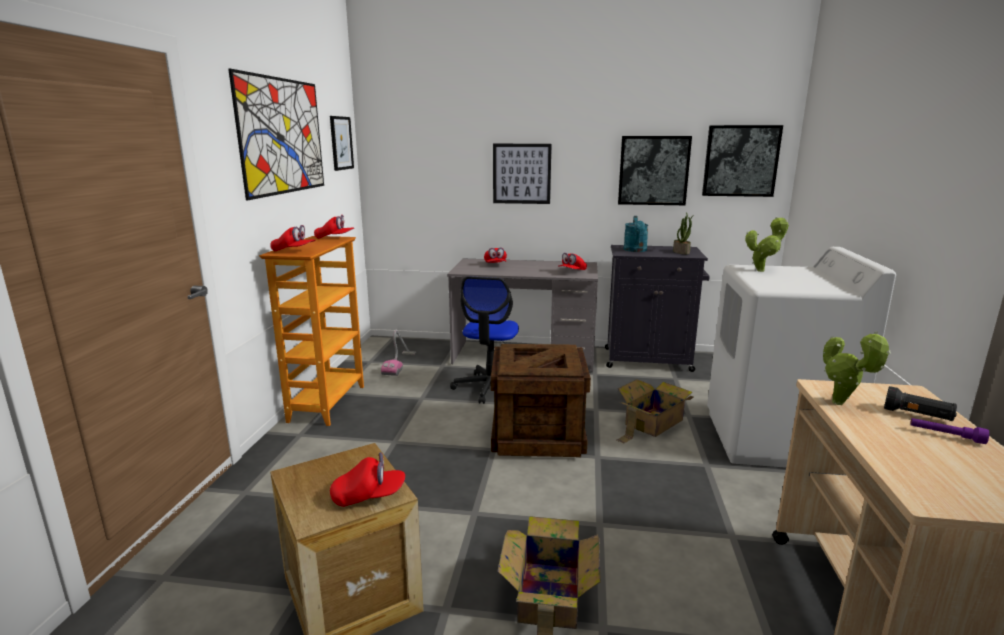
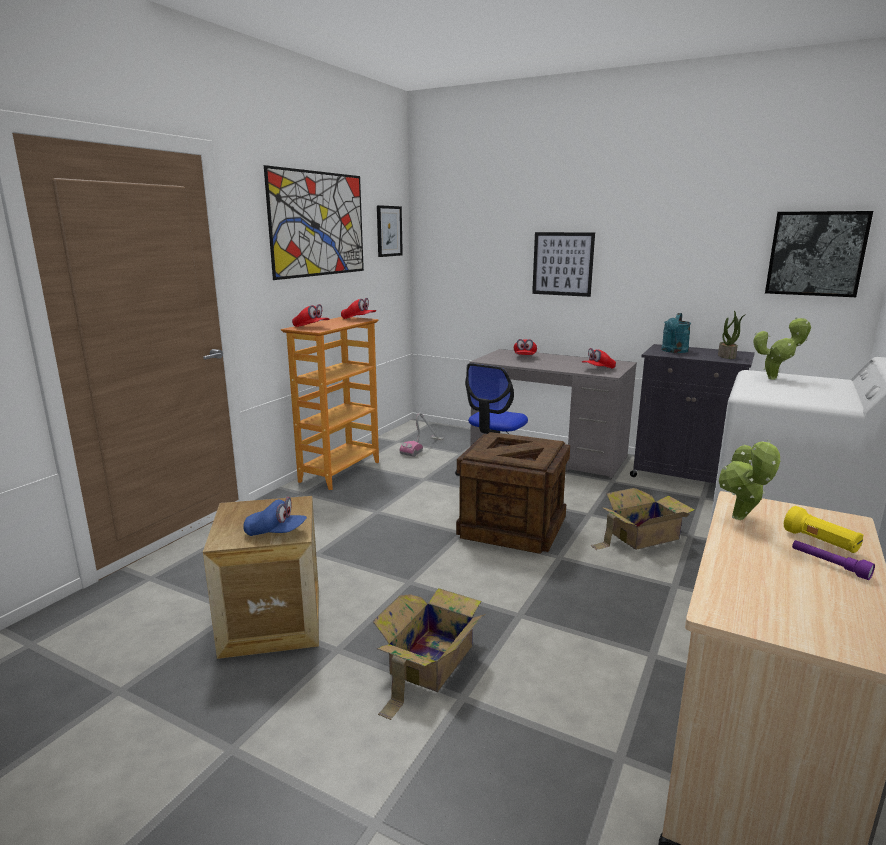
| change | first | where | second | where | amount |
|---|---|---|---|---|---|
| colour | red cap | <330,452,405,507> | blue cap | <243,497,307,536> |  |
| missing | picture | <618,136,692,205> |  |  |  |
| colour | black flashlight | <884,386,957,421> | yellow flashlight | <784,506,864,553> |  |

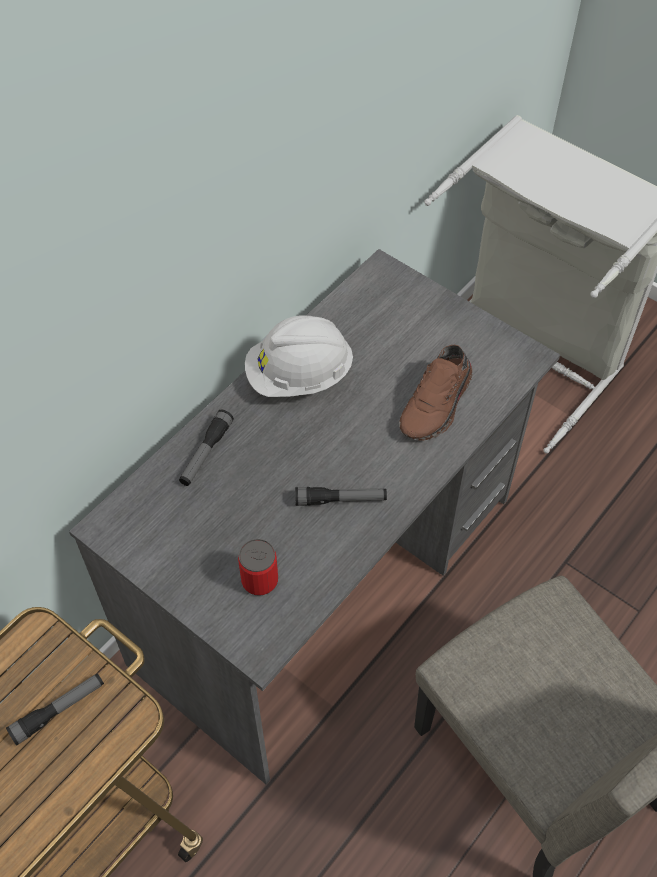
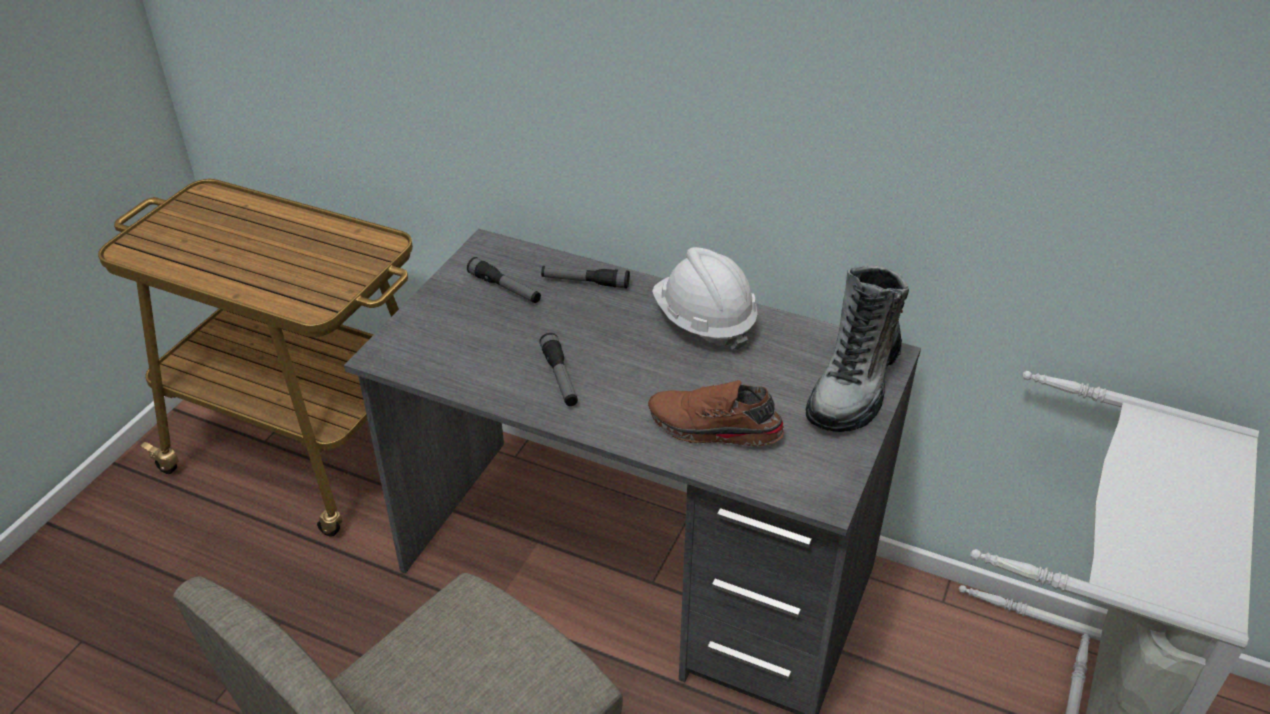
| change | first | where | second | where | amount |
|---|---|---|---|---|---|
| relocated | flashlight | <6,673,104,746> |  | <467,257,541,303> |  |
| missing | can | <238,539,278,596> |  |  |  |
| appeared |  |  | boot | <806,265,909,432> |  |

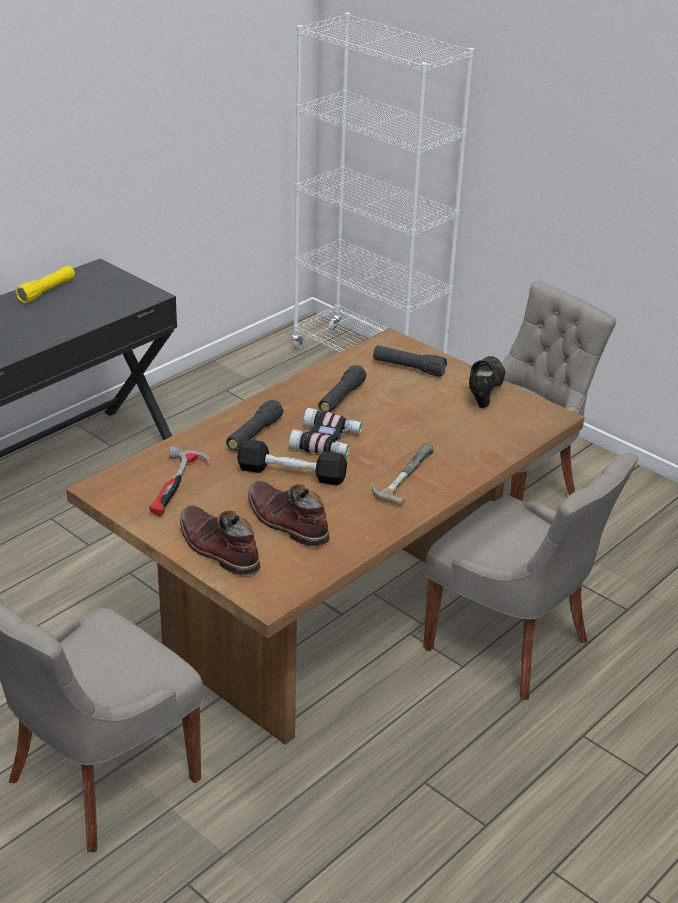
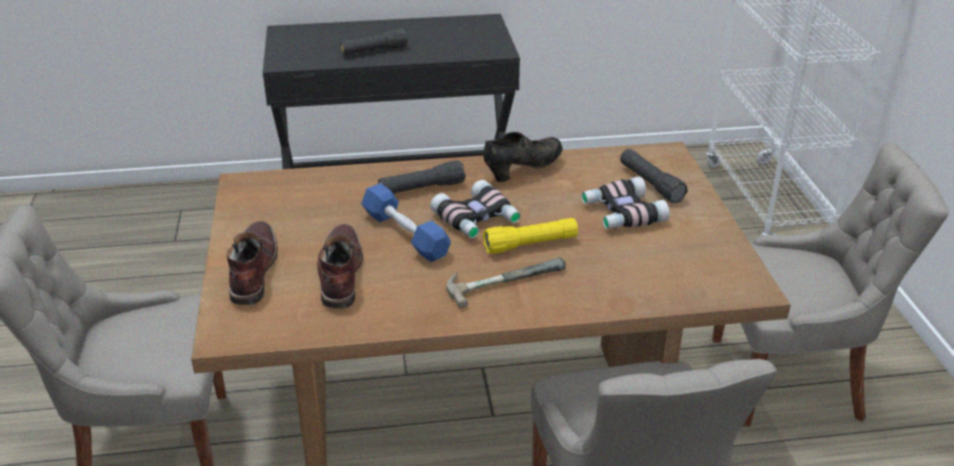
| change | first | where | second | where | amount |
|---|---|---|---|---|---|
| relocated | yellow flashlight | <16,266,75,303> |  | <483,218,578,254> |  |
| missing | hammer | <150,446,211,516> |  |  |  |
| colour | black dumbbell | <237,439,347,485> | blue dumbbell | <361,183,451,262> |  |
| relocated | black flashlight | <318,365,366,413> |  | <340,29,408,55> |  |
| relocated | black shoe | <469,356,505,408> |  | <483,132,563,182> |  |
| appeared |  |  | binoculars | <582,177,670,229> |  |

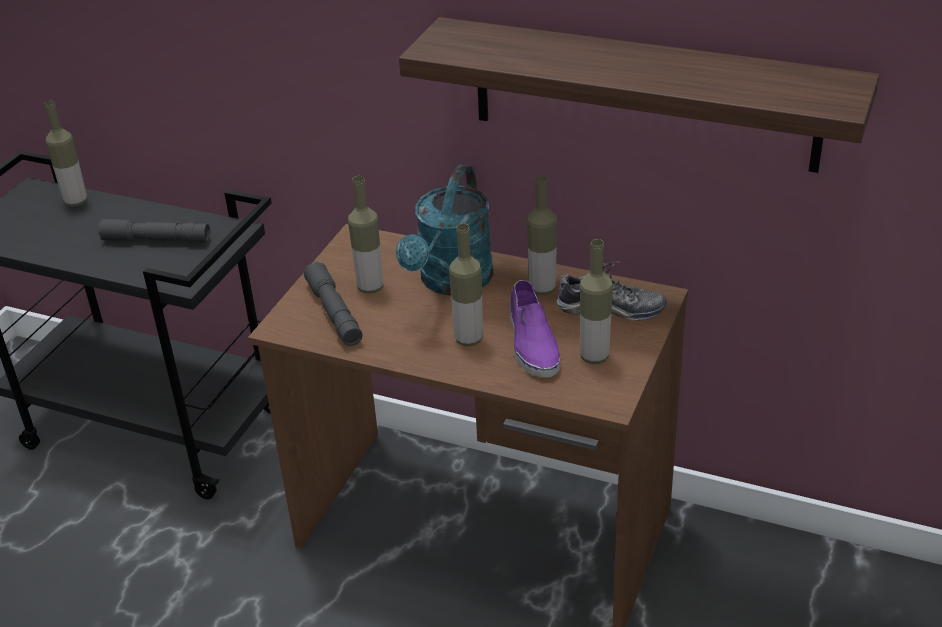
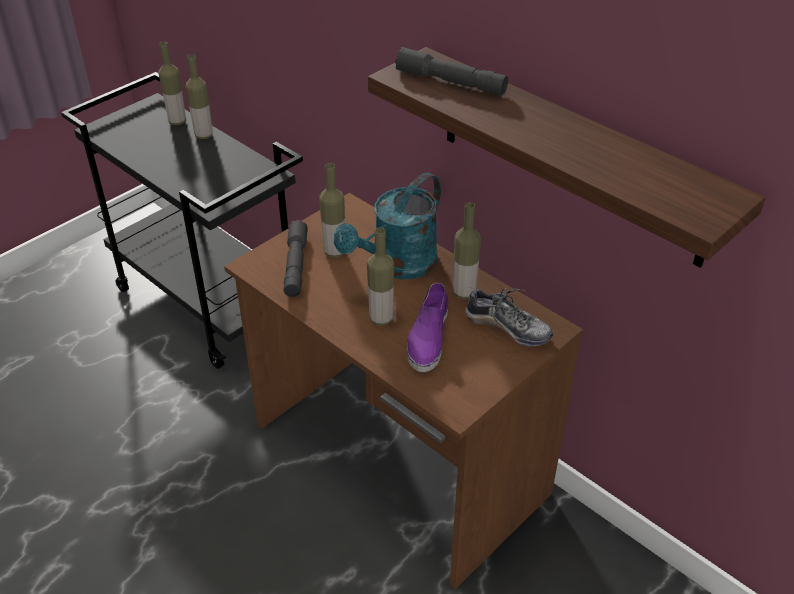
| change | first | where | second | where | amount |
|---|---|---|---|---|---|
| relocated | grey flashlight | <98,219,210,242> |  | <395,47,508,96> |  |
| relocated | bottle | <580,239,613,364> |  | <186,54,213,139> |  |

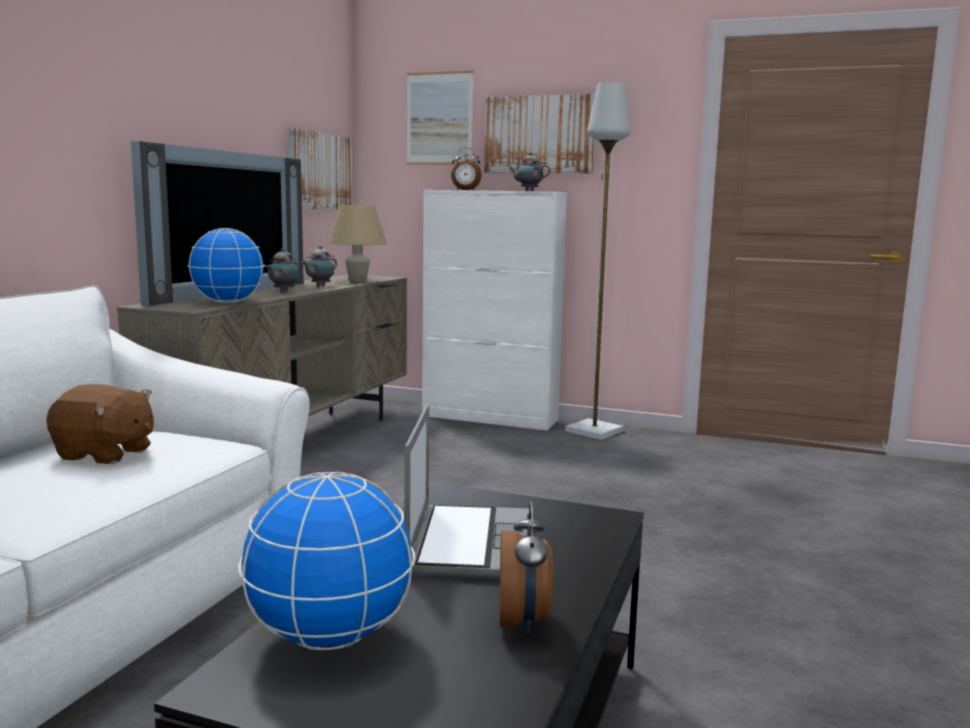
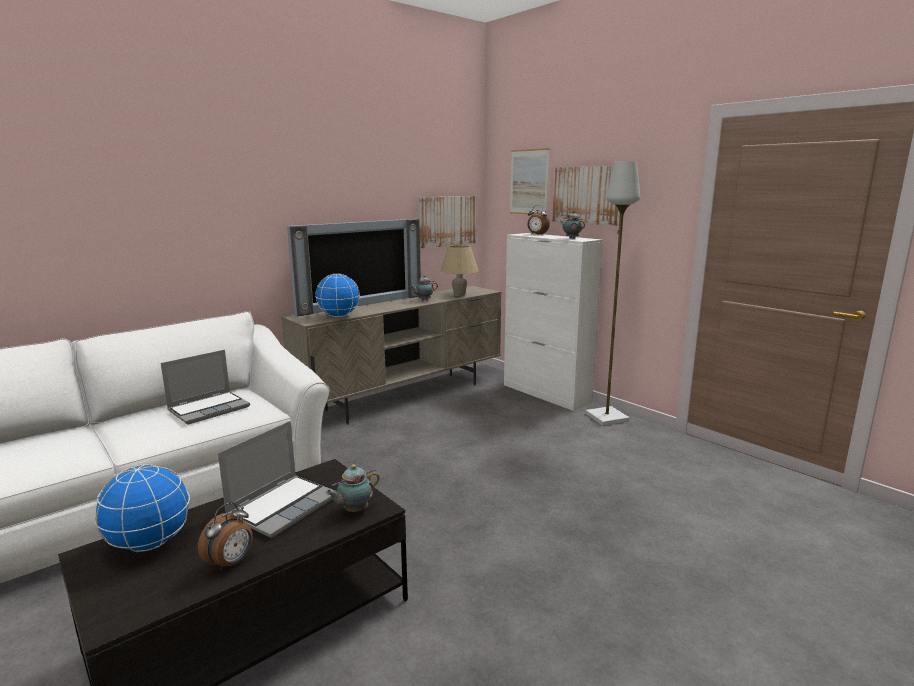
| change | first | where | second | where | amount |
|---|---|---|---|---|---|
| exchanged | brown plush toy | <46,384,154,464> | laptop | <161,350,250,425> |  |
| relocated | teapot | <266,248,299,292> |  | <326,464,380,512> |  |

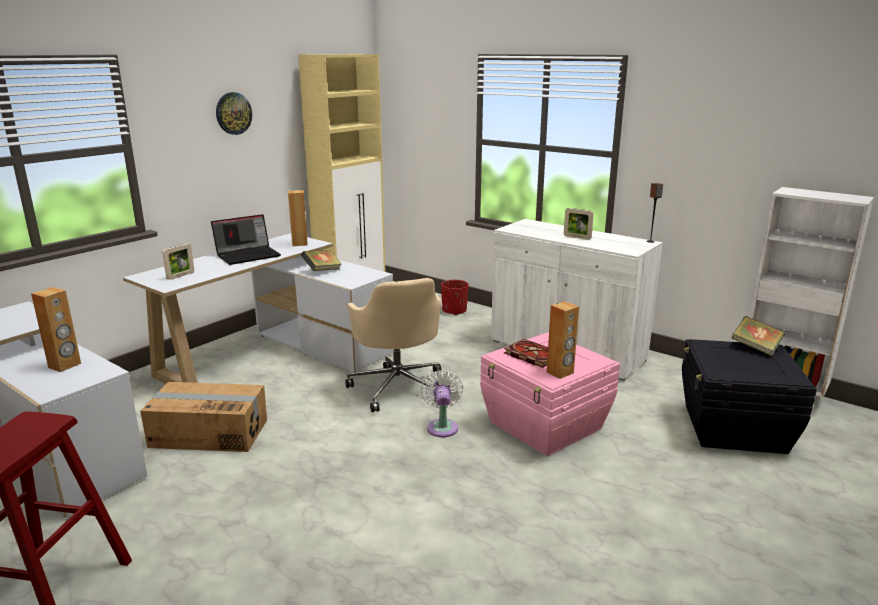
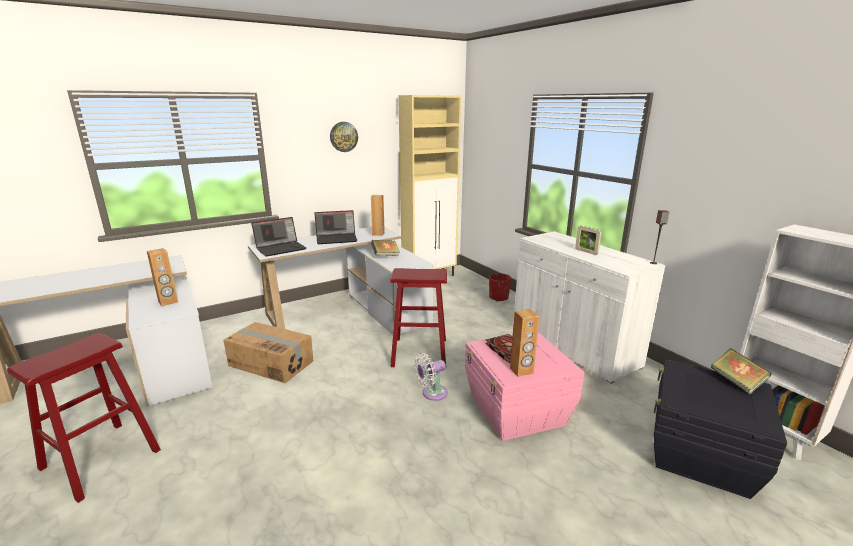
| change | first | where | second | where | amount |
|---|---|---|---|---|---|
| exchanged | picture frame | <162,244,194,280> | laptop | <251,217,306,257> |  |
| exchanged | beige office chair | <345,278,441,412> | red stool | <390,268,447,367> |  |
| spun | white fan | <421,370,463,437> |  | <415,353,448,401> | 135 degrees counterclockwise |

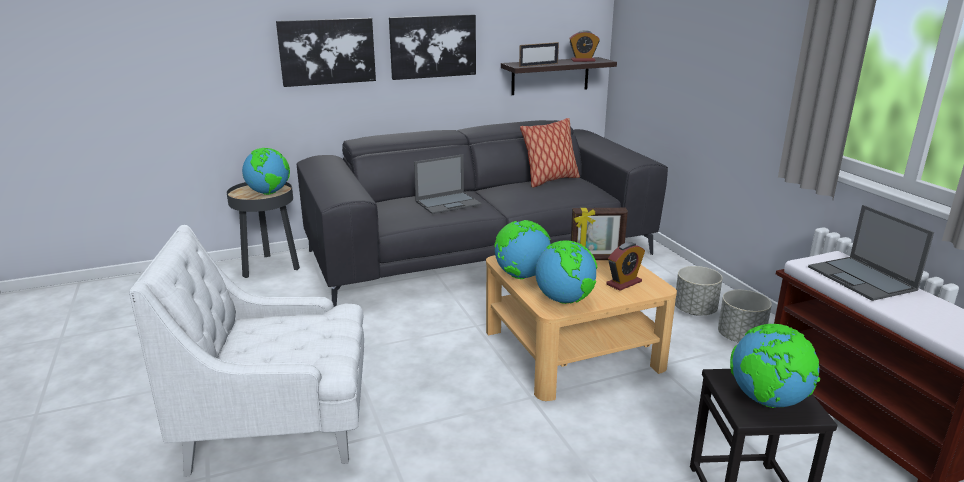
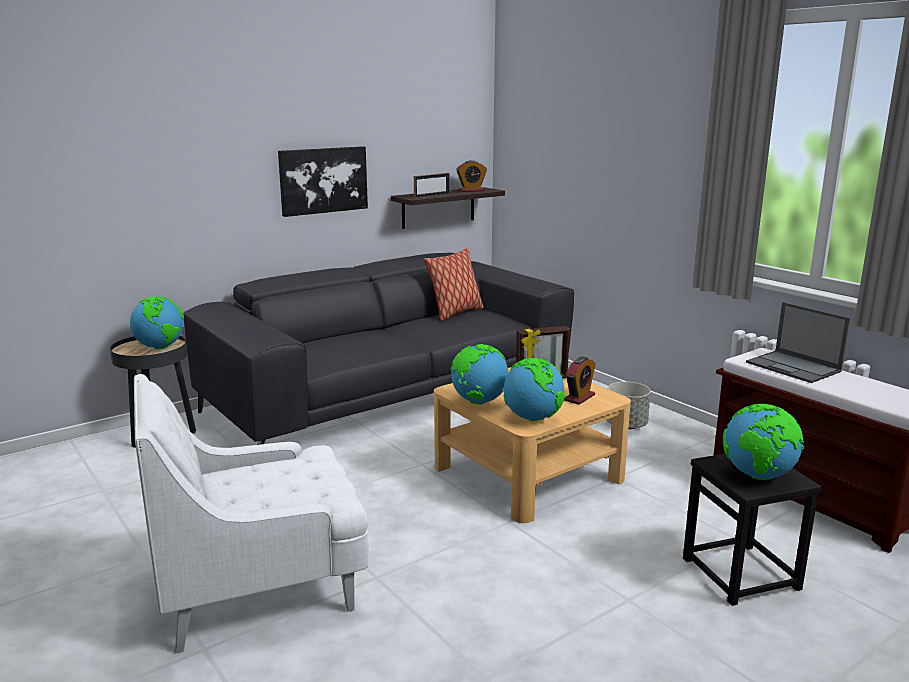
| change | first | where | second | where | amount |
|---|---|---|---|---|---|
| missing | picture | <276,18,376,87> |  |  |  |
| missing | laptop | <414,154,482,214> |  |  |  |
| missing | grey planter | <718,290,772,343> |  |  |  |

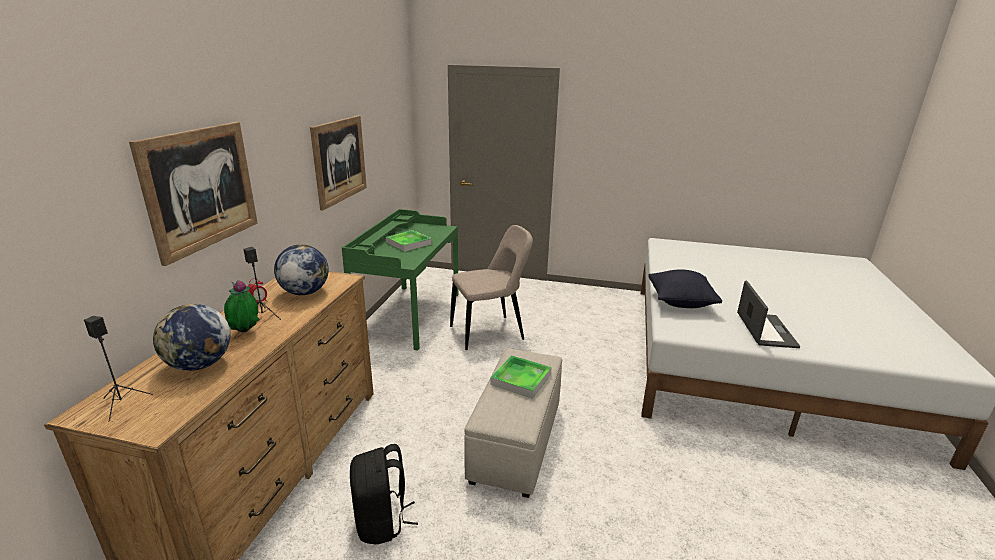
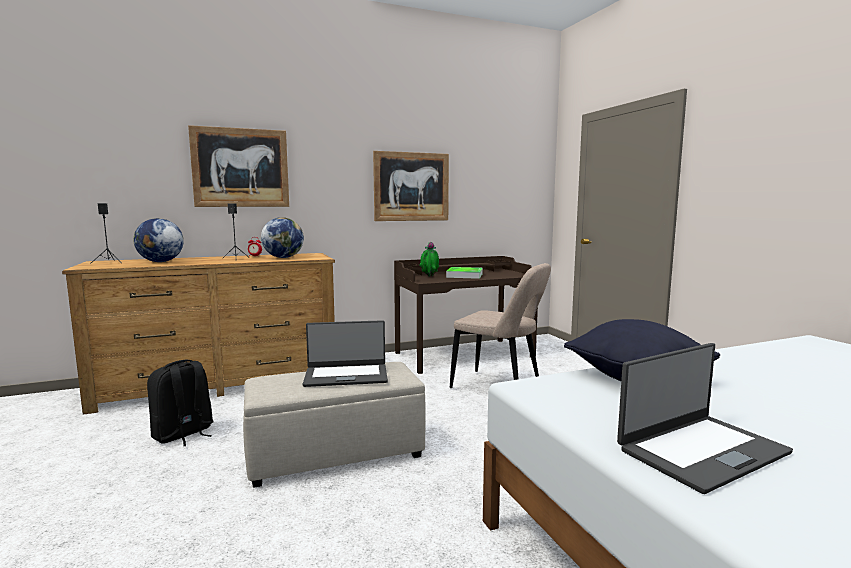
| change | first | where | second | where | amount |
|---|---|---|---|---|---|
| relocated | potted plant | <224,280,260,333> |  | <419,242,439,277> |  |
| colour | green desk | <342,209,459,351> | brown desk | <394,256,538,374> |  |
| exchanged | tray | <490,355,552,399> | laptop | <303,320,388,387> |  |

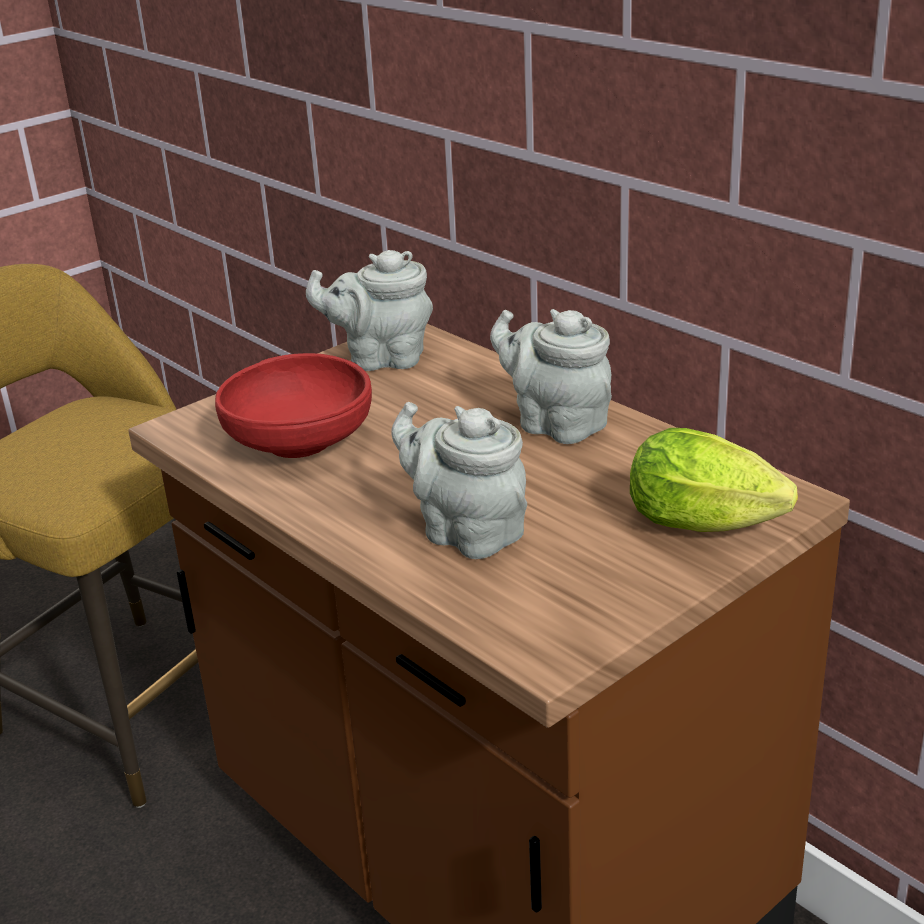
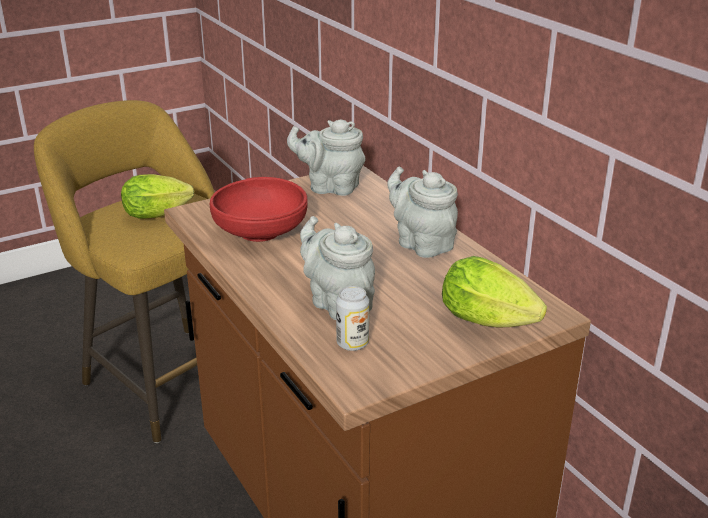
| change | first | where | second | where | amount |
|---|---|---|---|---|---|
| appeared |  |  | lettuce | <121,174,194,219> |  |
| appeared |  |  | can | <336,286,369,351> |  |

